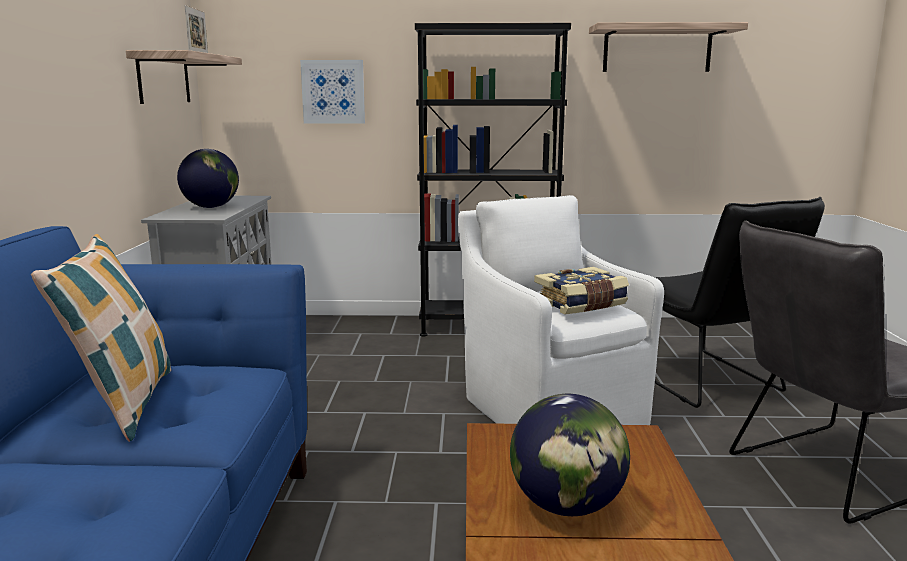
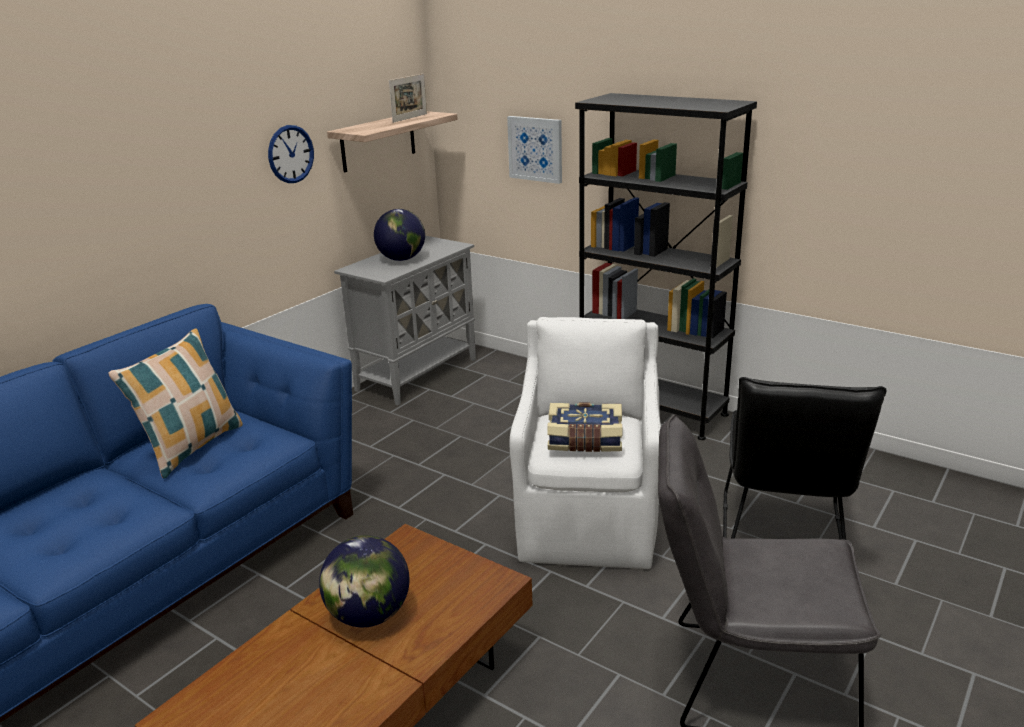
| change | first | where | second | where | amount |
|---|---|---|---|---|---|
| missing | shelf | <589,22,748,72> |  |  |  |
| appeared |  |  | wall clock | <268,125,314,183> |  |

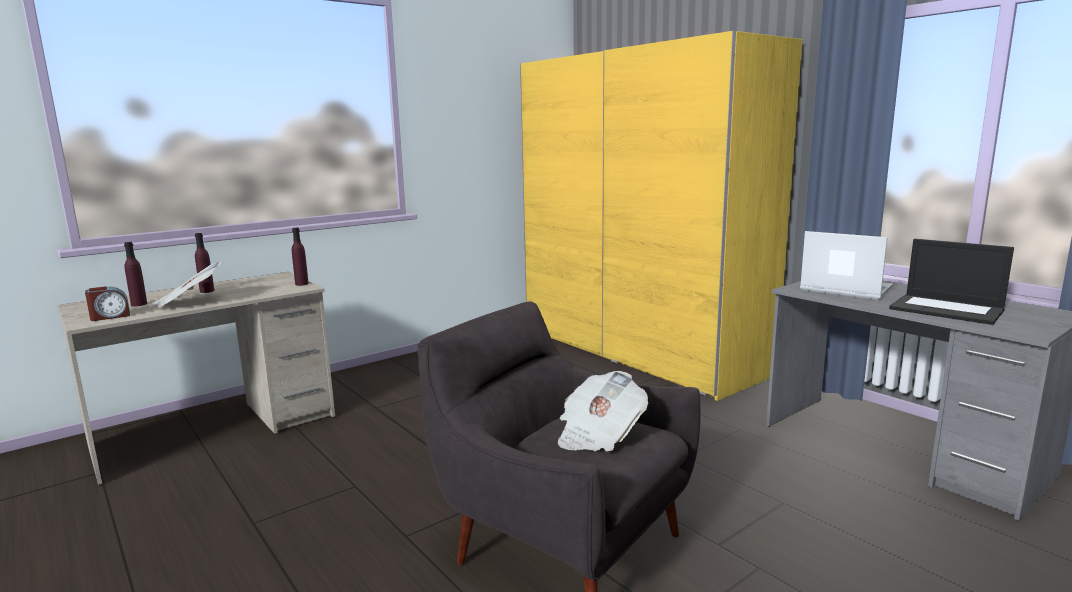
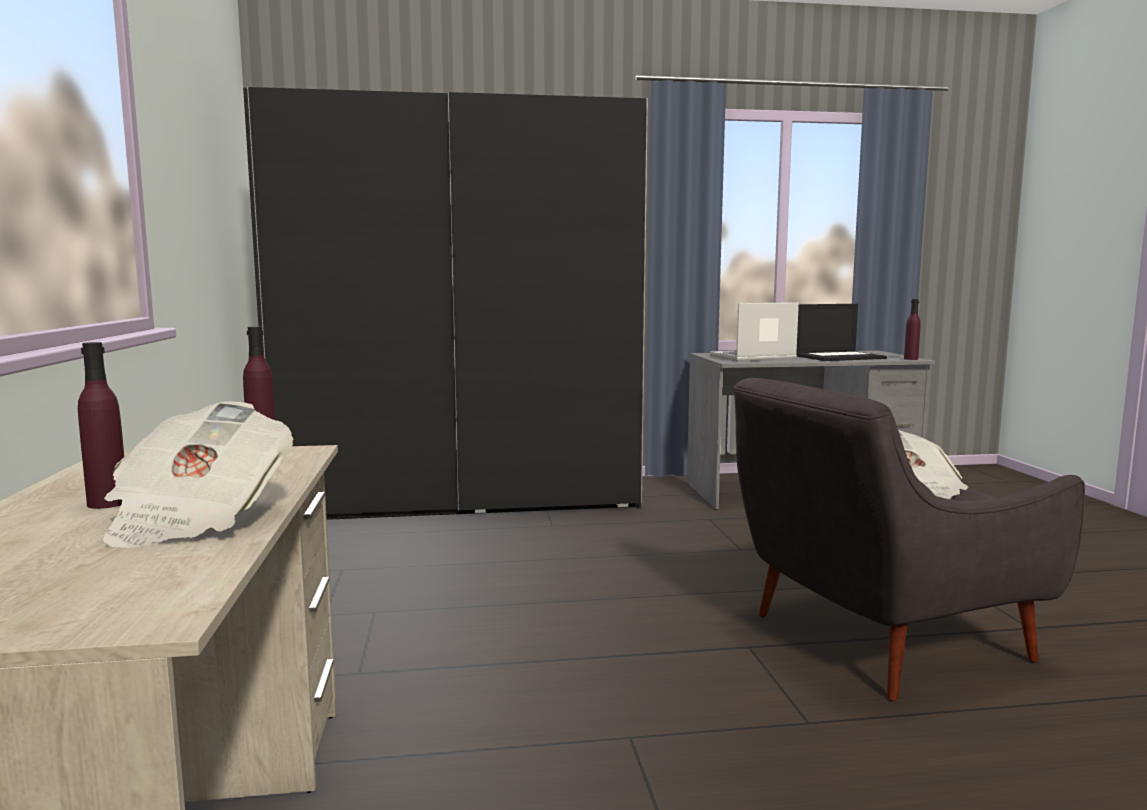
| change | first | where | second | where | amount |
|---|---|---|---|---|---|
| missing | alarm clock | <85,286,130,321> |  |  |  |
| relocated | purple bottle | <124,242,147,307> |  | <904,299,921,360> |  |
| colour | yellow wardrobe | <520,31,802,401> | black wardrobe | <243,87,648,520> |  |

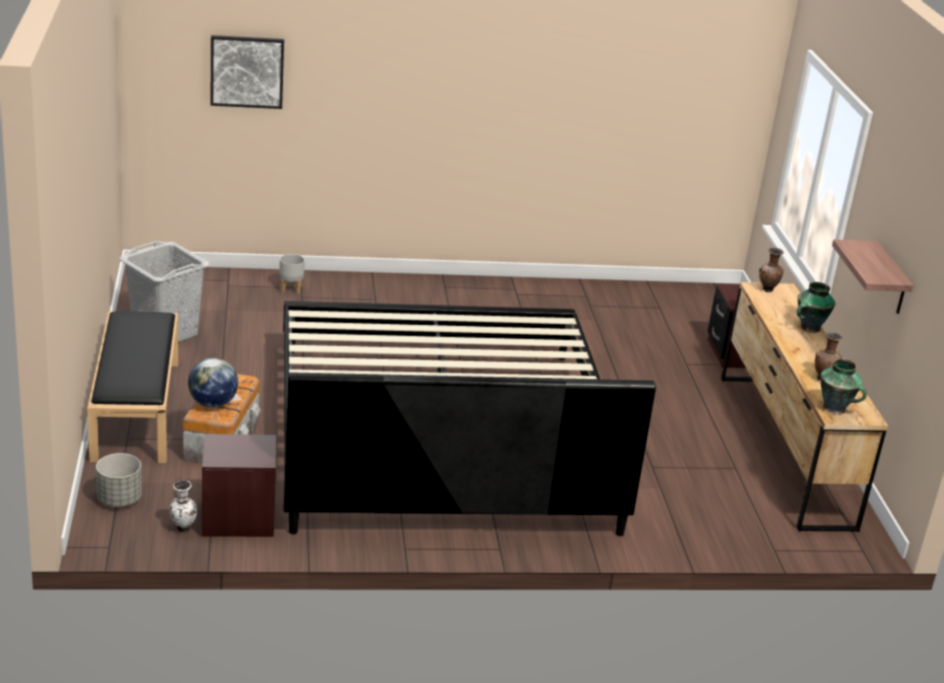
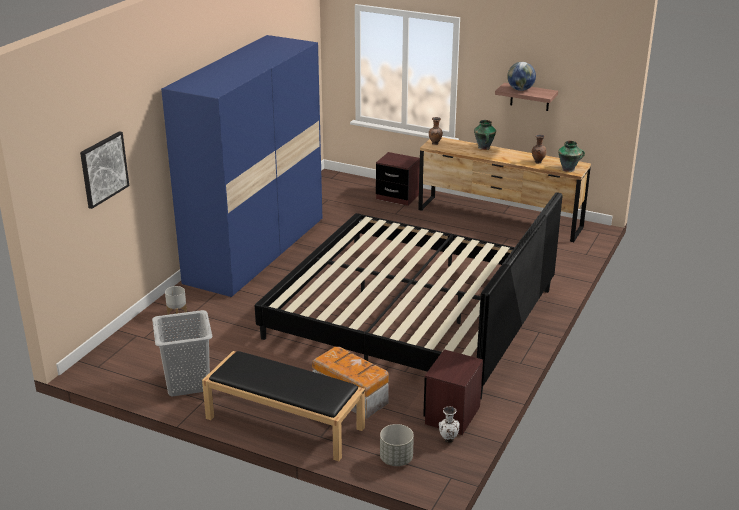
| change | first | where | second | where | amount |
|---|---|---|---|---|---|
| relocated | globe | <188,358,238,408> |  | <507,62,536,91> |  |
| appeared |  |  | blue wardrobe | <161,35,322,297> |  |

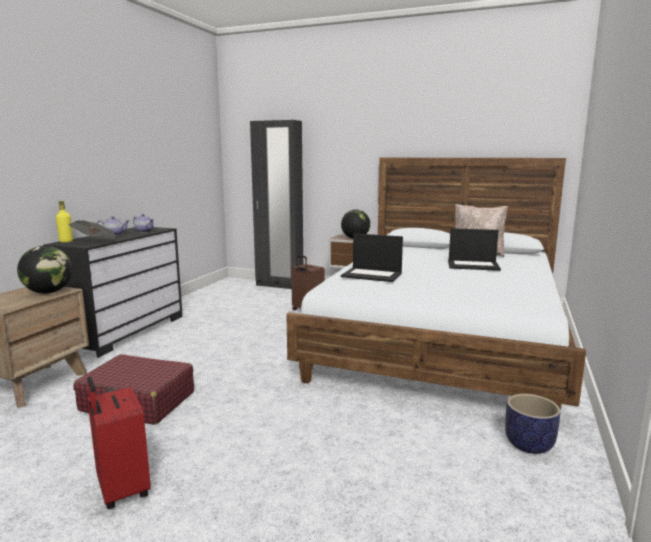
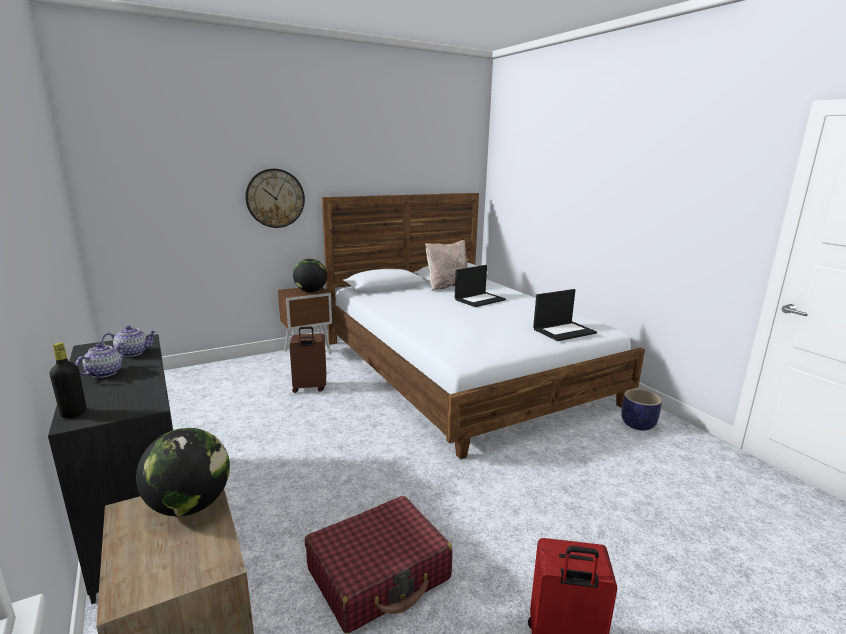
| change | first | where | second | where | amount |
|---|---|---|---|---|---|
| colour | yellow bottle | <56,201,73,242> | black bottle | <49,342,86,418> |  |
| missing | newspaper | <69,220,116,239> |  |  |  |
| missing | black wardrobe | <250,120,303,289> |  |  |  |
| relocated | laptop | <341,233,403,282> |  | <533,289,597,341> |  |
| appeared |  |  | wall clock | <245,168,305,228> |  |

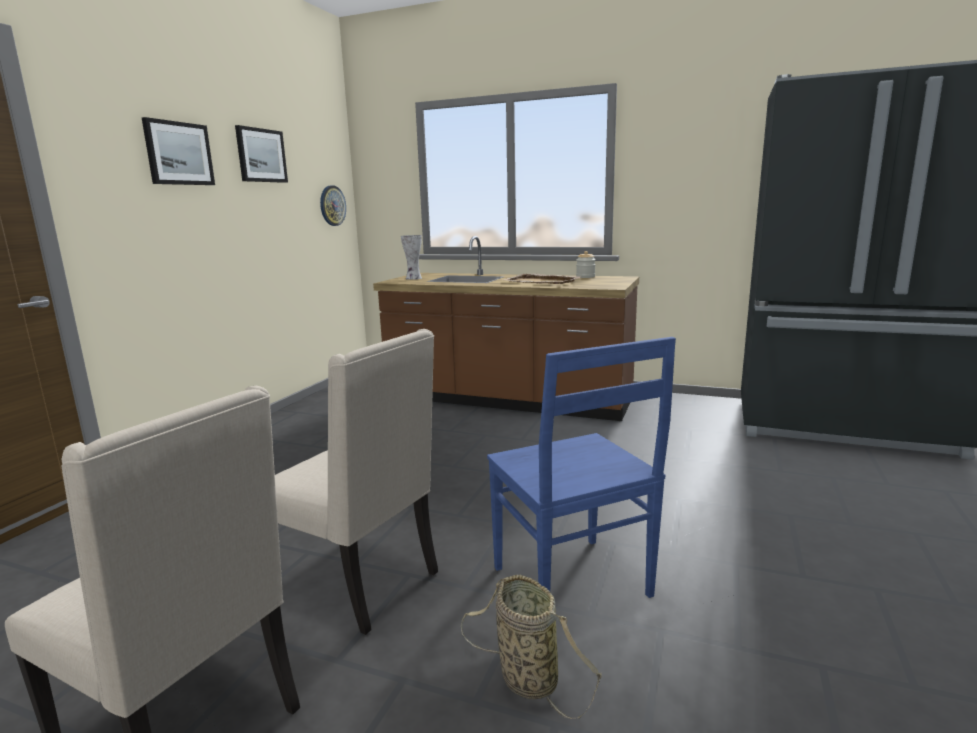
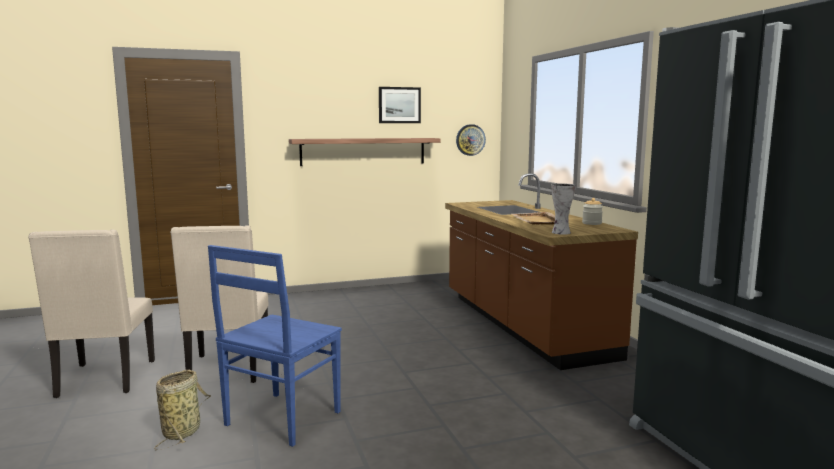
| change | first | where | second | where | amount |
|---|---|---|---|---|---|
| missing | picture | <142,117,215,185> |  |  |  |
| relocated | vase | <401,235,422,280> |  | <551,183,576,235> |  |
| appeared |  |  | shelf | <289,138,440,166> |  |

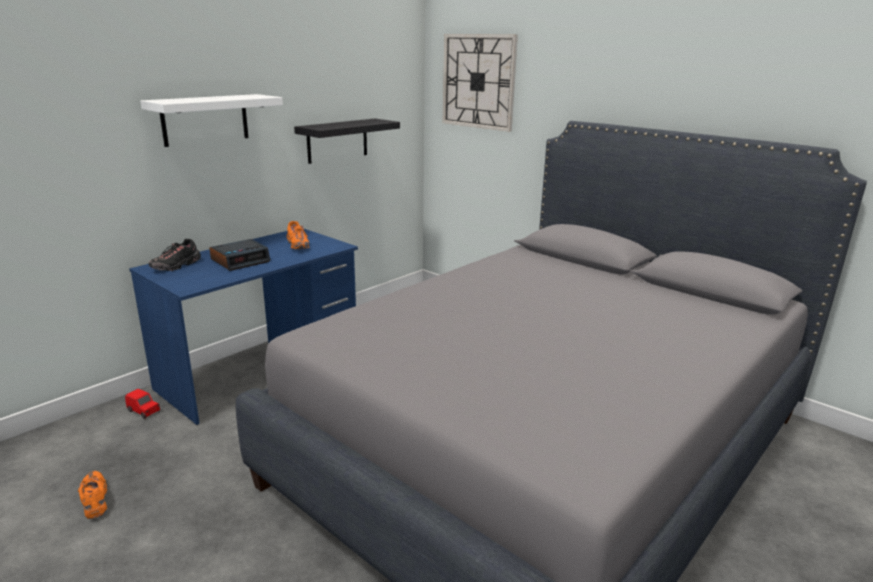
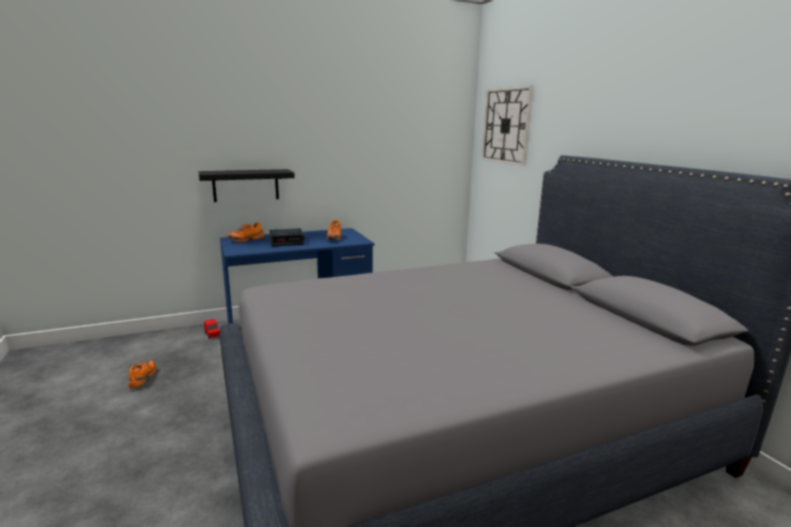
| change | first | where | second | where | amount |
|---|---|---|---|---|---|
| missing | white shelf | <140,94,283,147> |  |  |  |
| colour | black shoe | <148,239,201,271> | orange shoe | <226,222,265,242> |  |
| relocated | black shelf | <294,119,400,164> |  | <198,169,295,202> |  |

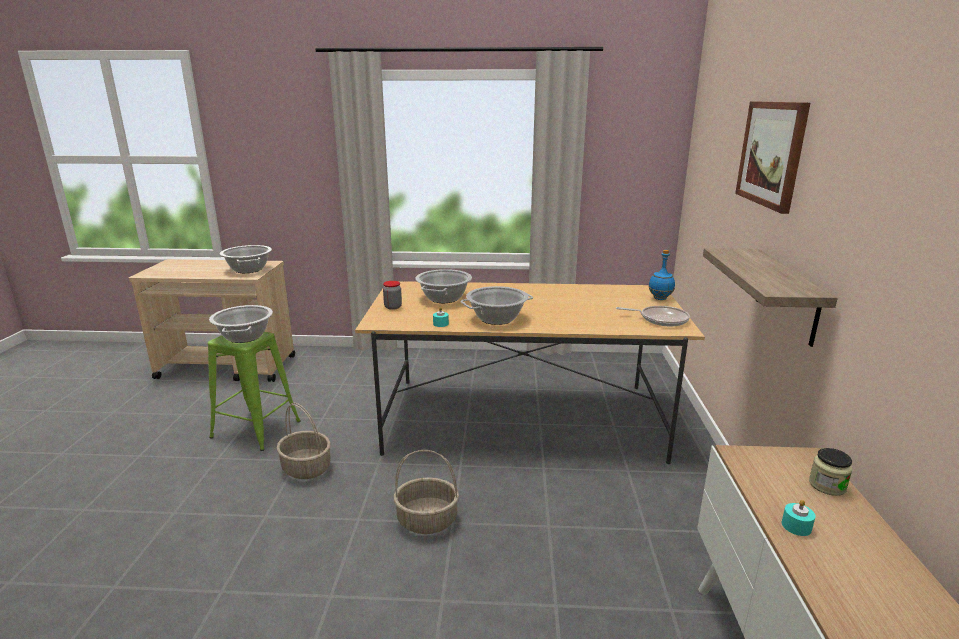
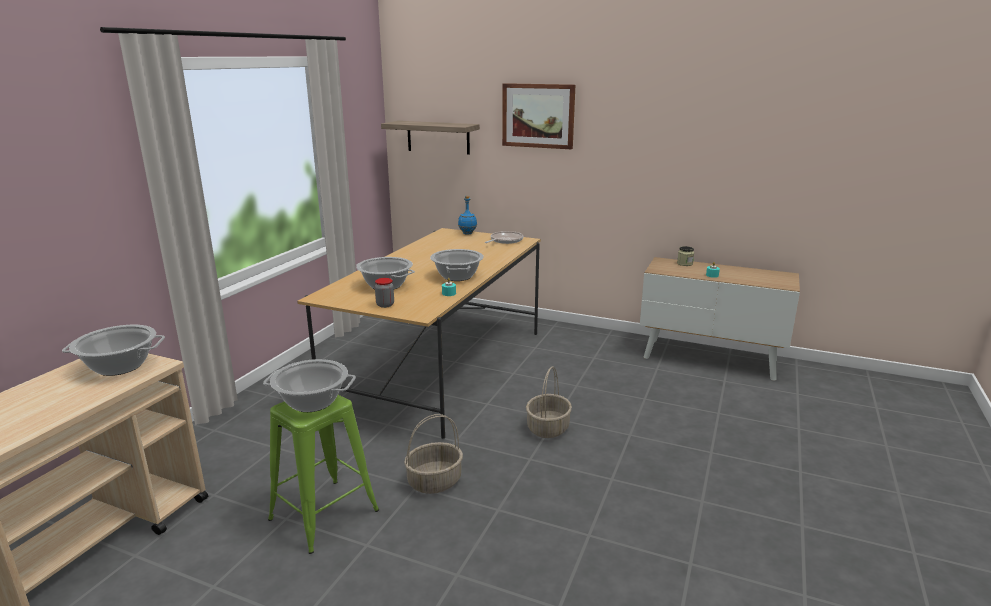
| change | first | where | second | where | amount |
|---|---|---|---|---|---|
| relocated | shelf | <703,248,838,347> |  | <381,121,480,155> |  |

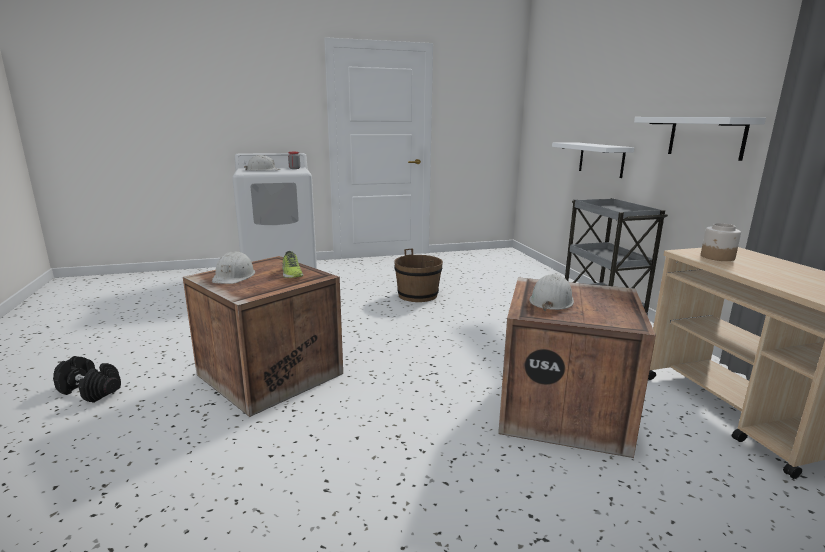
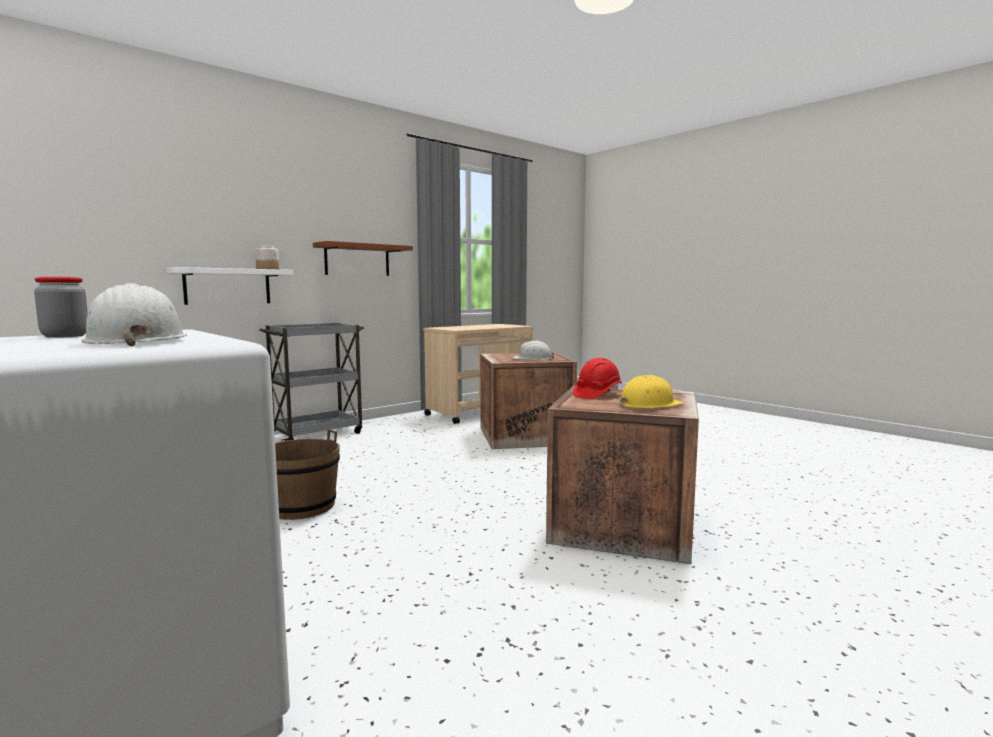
| change | first | where | second | where | amount |
|---|---|---|---|---|---|
| missing | black dumbbell | <53,356,121,403> |  |  |  |
| colour | white hard hat | <212,251,255,284> | yellow hard hat | <619,375,684,408> |  |
| exchanged | shoe | <282,251,303,278> | red hard hat | <573,358,622,399> |  |
| colour | white shelf | <634,117,766,161> | brown shelf | <313,241,413,276> |  |
| relocated | jar | <701,223,741,261> |  | <255,245,279,269> |  |

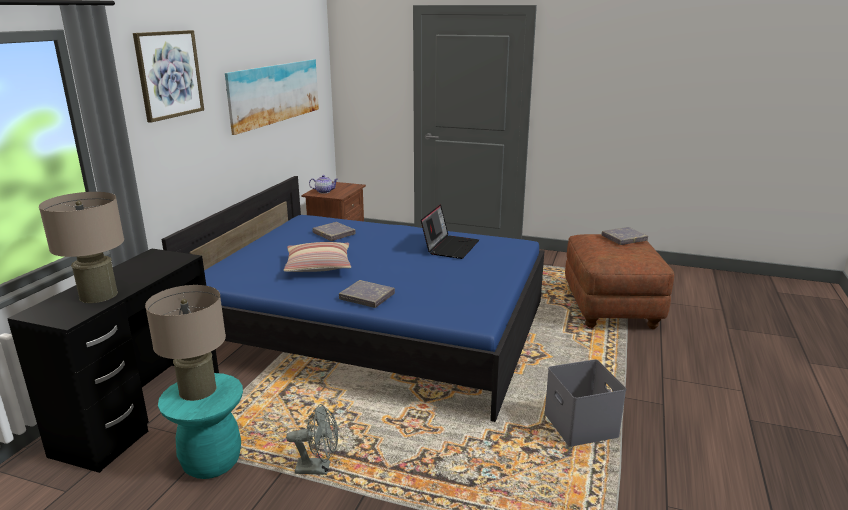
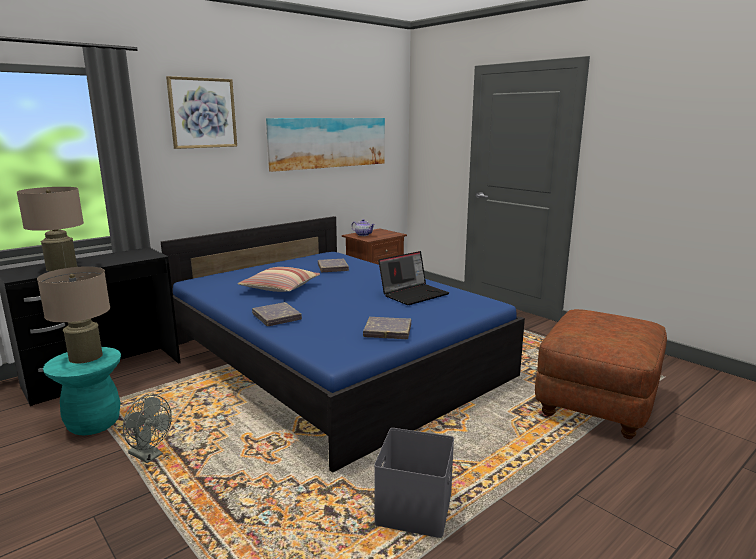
| change | first | where | second | where | amount |
|---|---|---|---|---|---|
| relocated | grey book | <602,227,648,245> |  | <363,317,411,339> |  |

